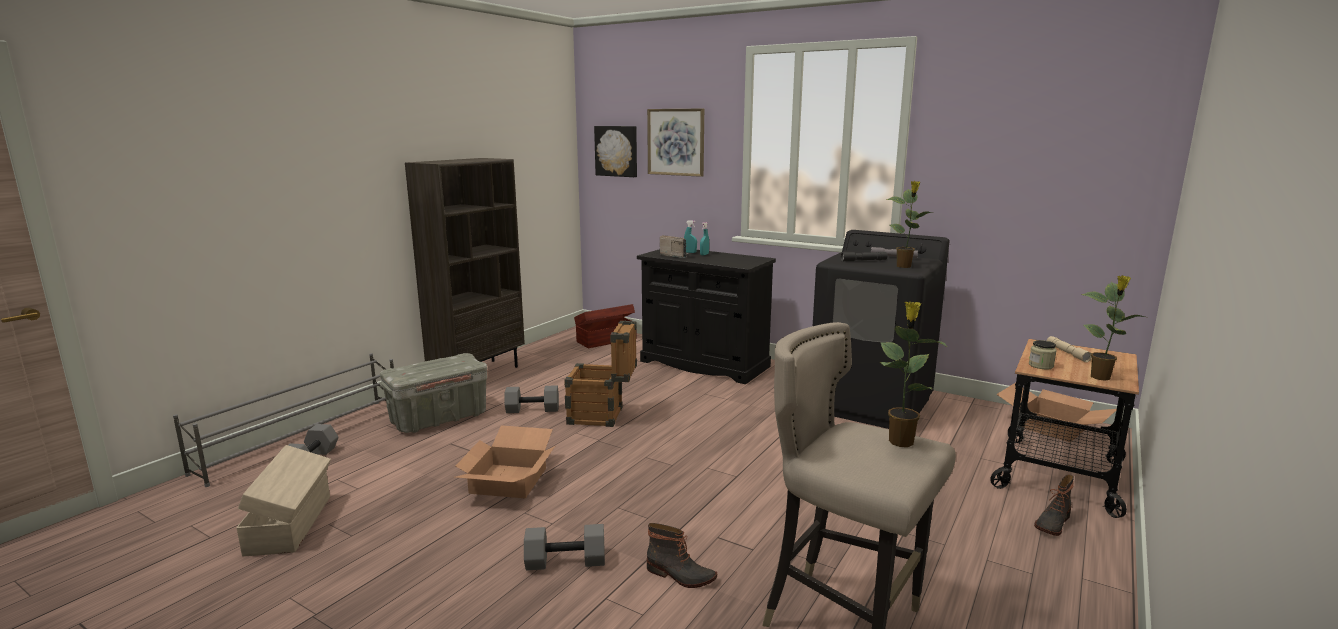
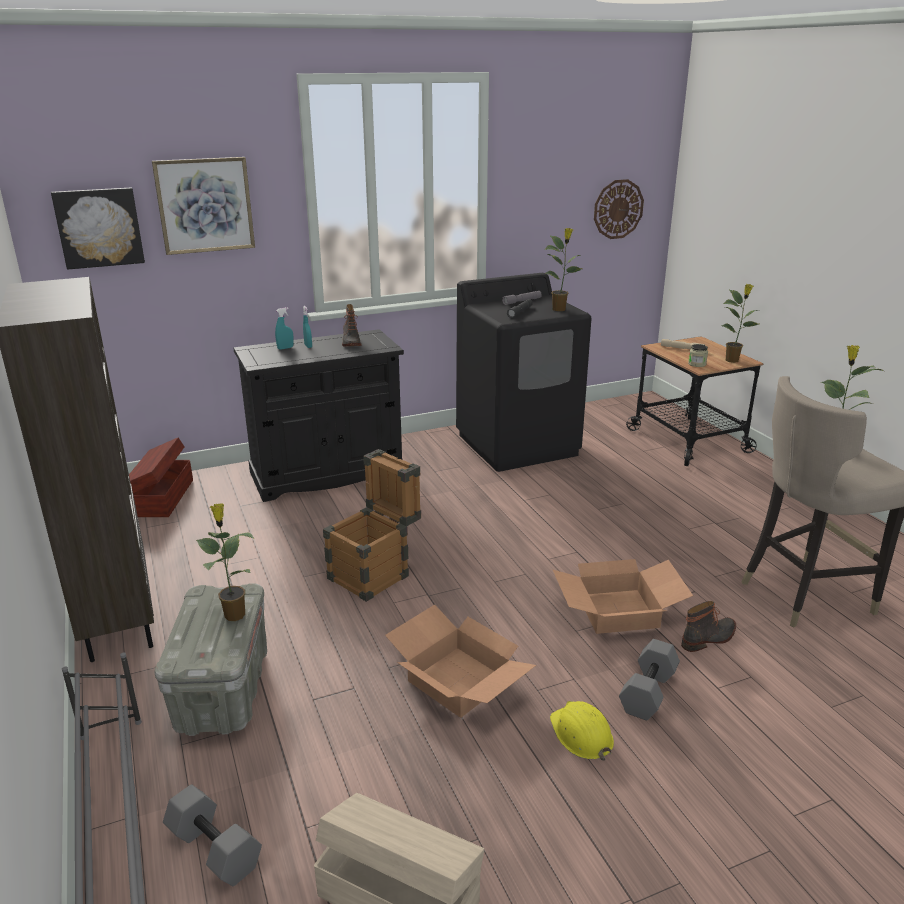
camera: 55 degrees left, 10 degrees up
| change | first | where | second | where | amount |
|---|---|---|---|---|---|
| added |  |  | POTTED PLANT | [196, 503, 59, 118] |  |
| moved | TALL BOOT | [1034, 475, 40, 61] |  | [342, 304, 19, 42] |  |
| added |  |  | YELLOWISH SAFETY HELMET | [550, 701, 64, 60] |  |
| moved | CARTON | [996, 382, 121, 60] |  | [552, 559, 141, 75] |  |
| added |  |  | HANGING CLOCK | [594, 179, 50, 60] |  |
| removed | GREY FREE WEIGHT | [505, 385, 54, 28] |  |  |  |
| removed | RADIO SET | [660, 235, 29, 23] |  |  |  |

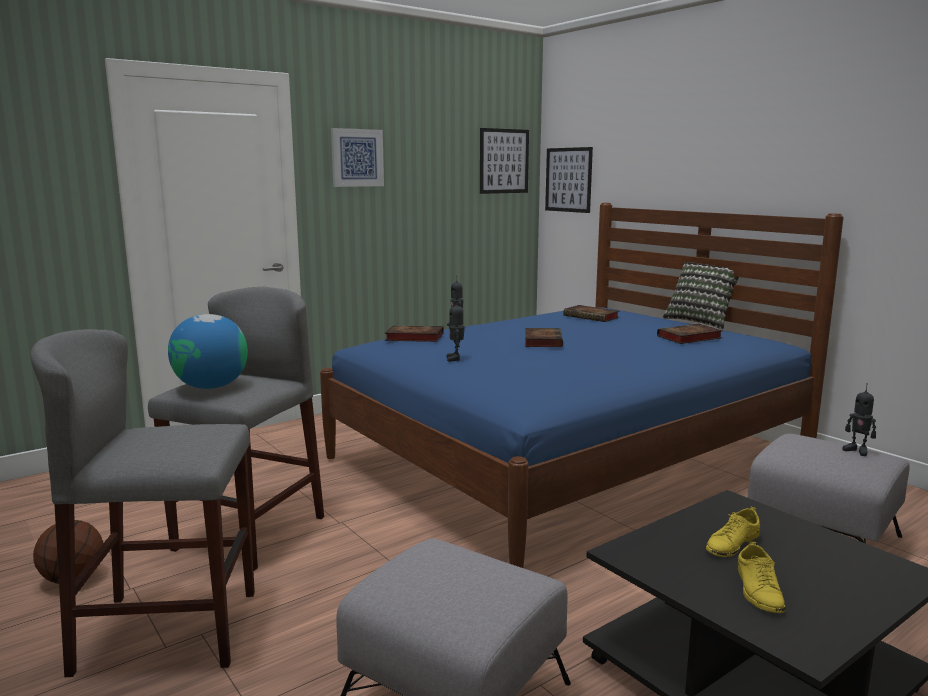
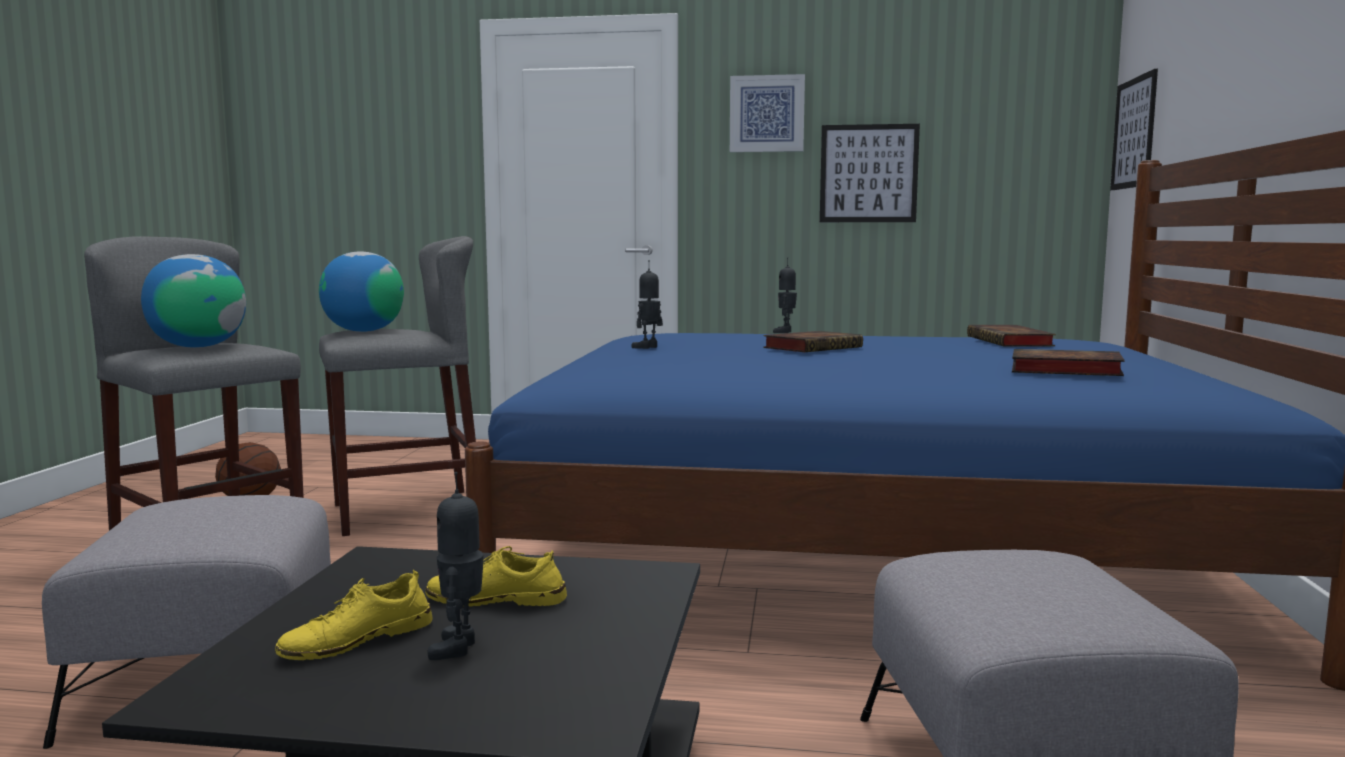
camera: 45 degrees right, 5 degrees down
| change | first | where | second | where | amount |
|---|---|---|---|---|---|
| added |  |  | WORLD GLOBE | [141, 254, 105, 94] |  |
| moved | ROBOT FIGURE | [842, 383, 34, 73] |  | [427, 472, 56, 188] |  |
| moved | PICTURE | [480, 128, 49, 66] |  | [820, 124, 100, 98] |  |
| removed | VOLUME | [385, 325, 59, 17] |  |  |  |
| removed | CUSHION | [663, 262, 76, 68] |  |  |  |

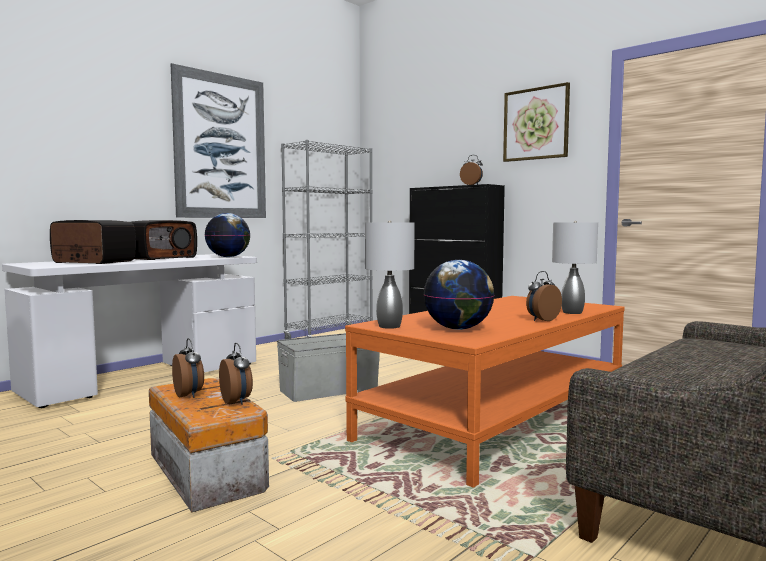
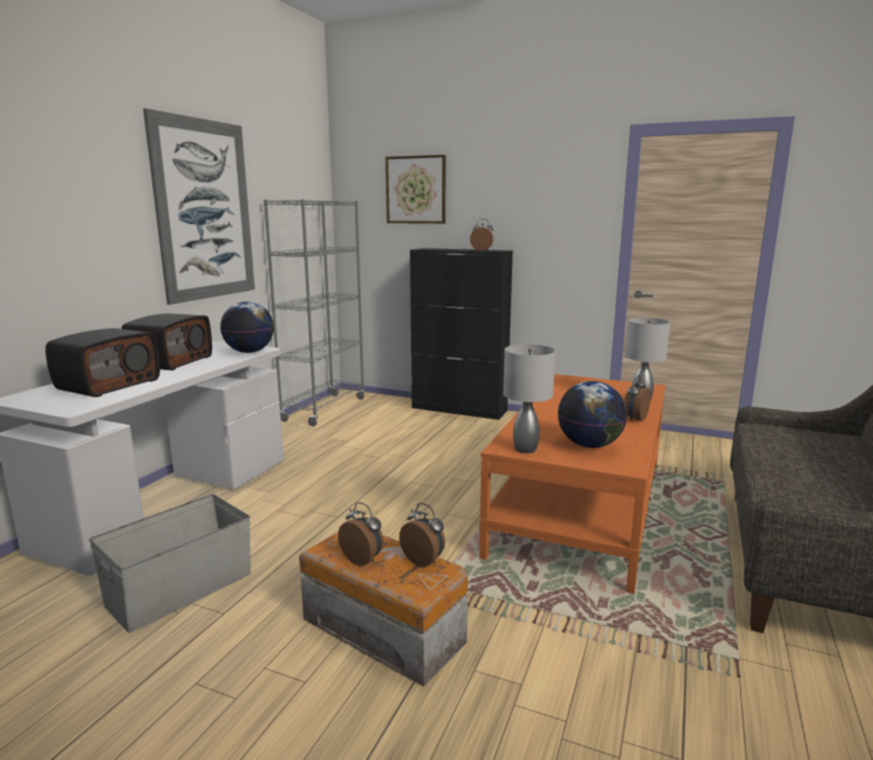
camera: 20 degrees left, 10 degrees up
| change | first | where | second | where | amount |
|---|---|---|---|---|---|
| turned | RADIO SET | [50, 220, 86, 44] |  | [46, 328, 114, 69] | 120 degrees clockwise |
| moved | GREY STORAGE BIN | [277, 333, 103, 69] |  | [89, 494, 162, 139] |  |
| moved | PICTURE | [503, 82, 67, 80] |  | [385, 155, 61, 69] |  |

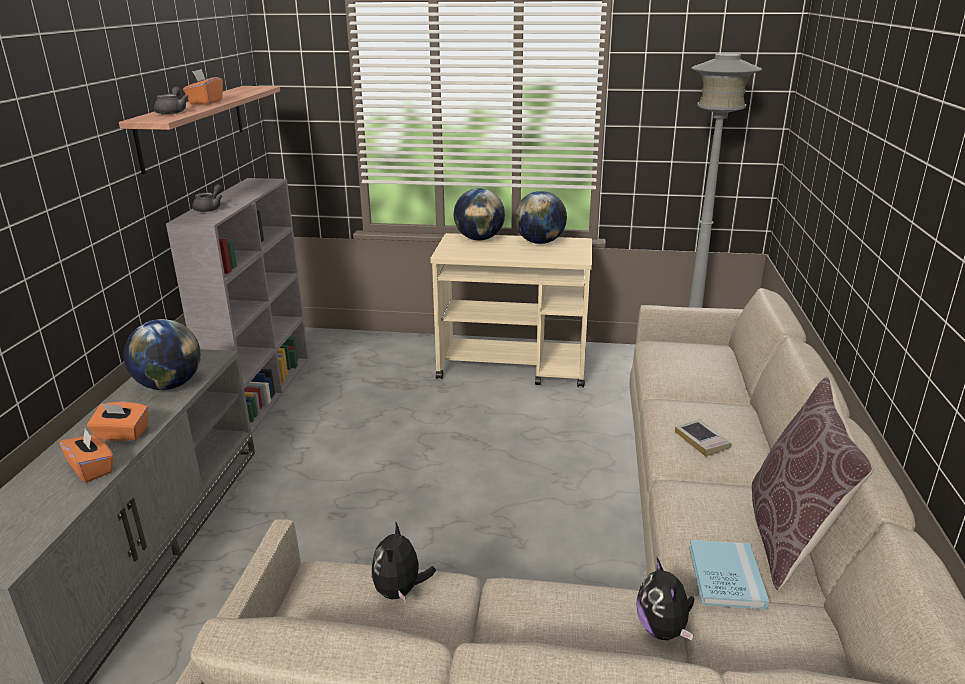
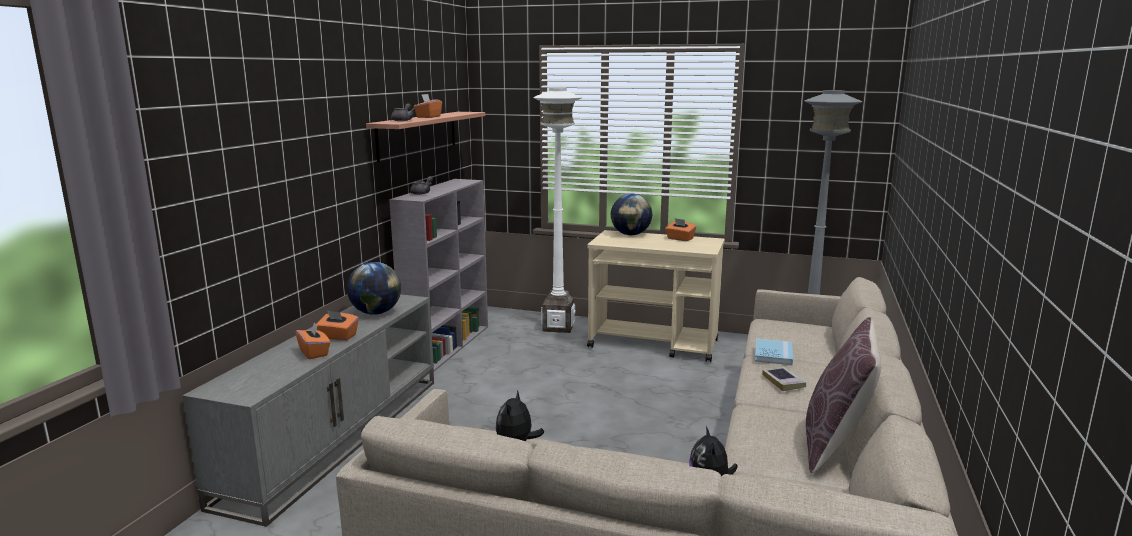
camera: 10 degrees right, 10 degrees down
| change | first | where | second | where | amount |
|---|---|---|---|---|---|
| added |  |  | WHITE-COLOURED FLOOR LAMP | [533, 88, 49, 245] |  |
| replaced | WORLD GLOBE | [515, 191, 52, 53] | ORANGE-COLOURED TISSUE HOLDER | [665, 218, 31, 23] |  |
| moved | BLUE-COLOURED VOLUME | [689, 540, 80, 69] |  | [755, 339, 38, 26] |  |

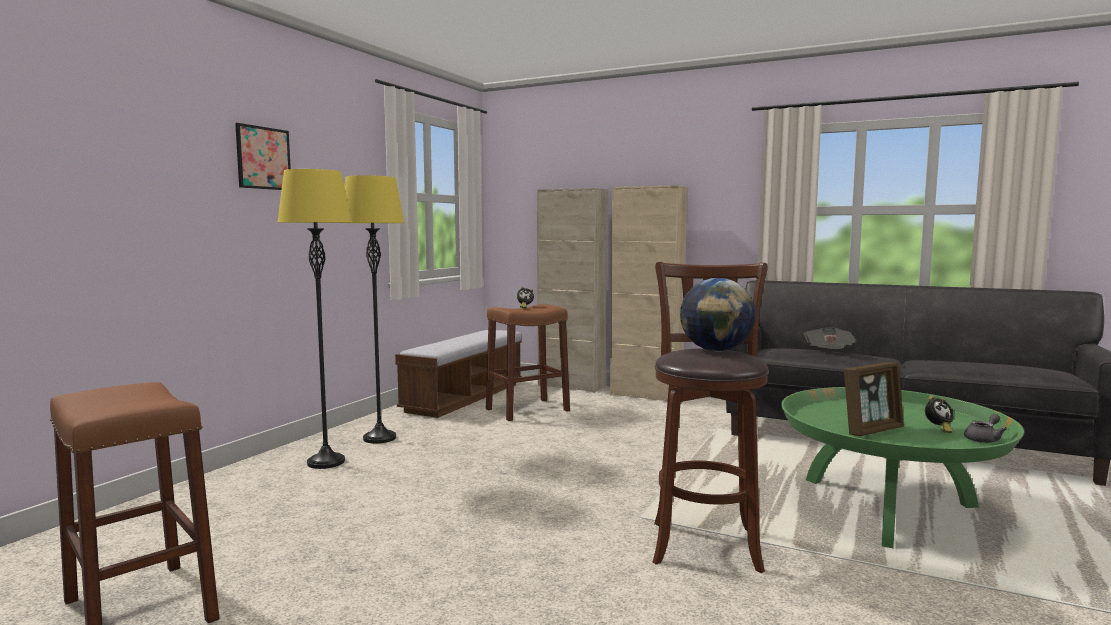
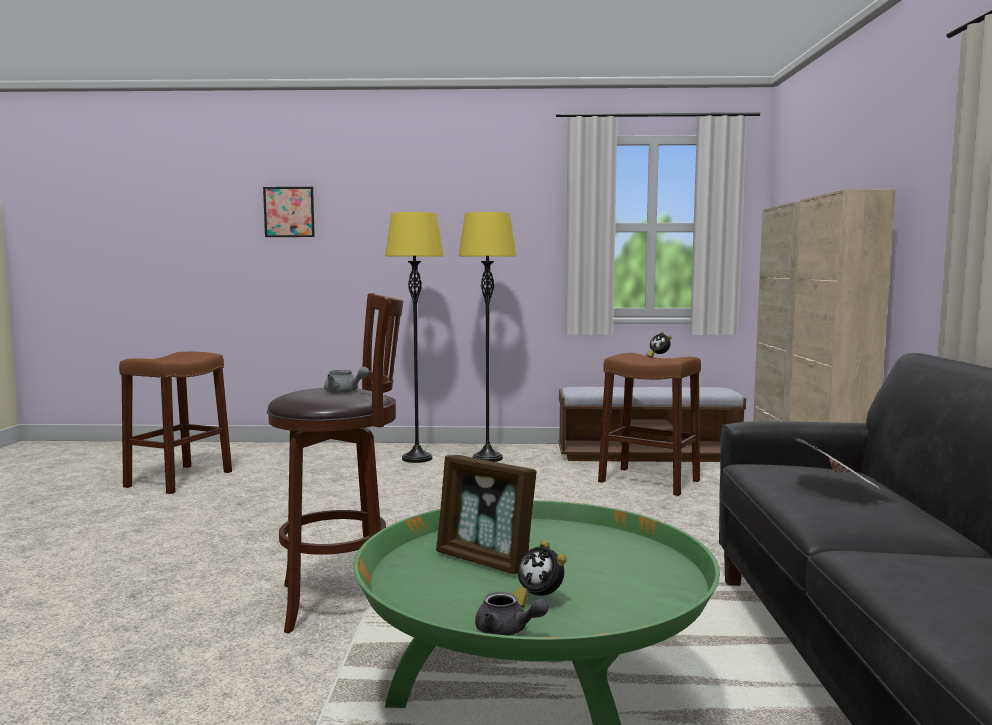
camera: 65 degrees right, 0 degrees up
| change | first | where | second | where | amount |
|---|---|---|---|---|---|
| moved | PICTURE | [235, 123, 56, 67] |  | [263, 187, 52, 50] |  |
| replaced | WORLD GLOBE | [680, 278, 76, 73] | GREY TEA POT | [324, 367, 45, 26] |  |

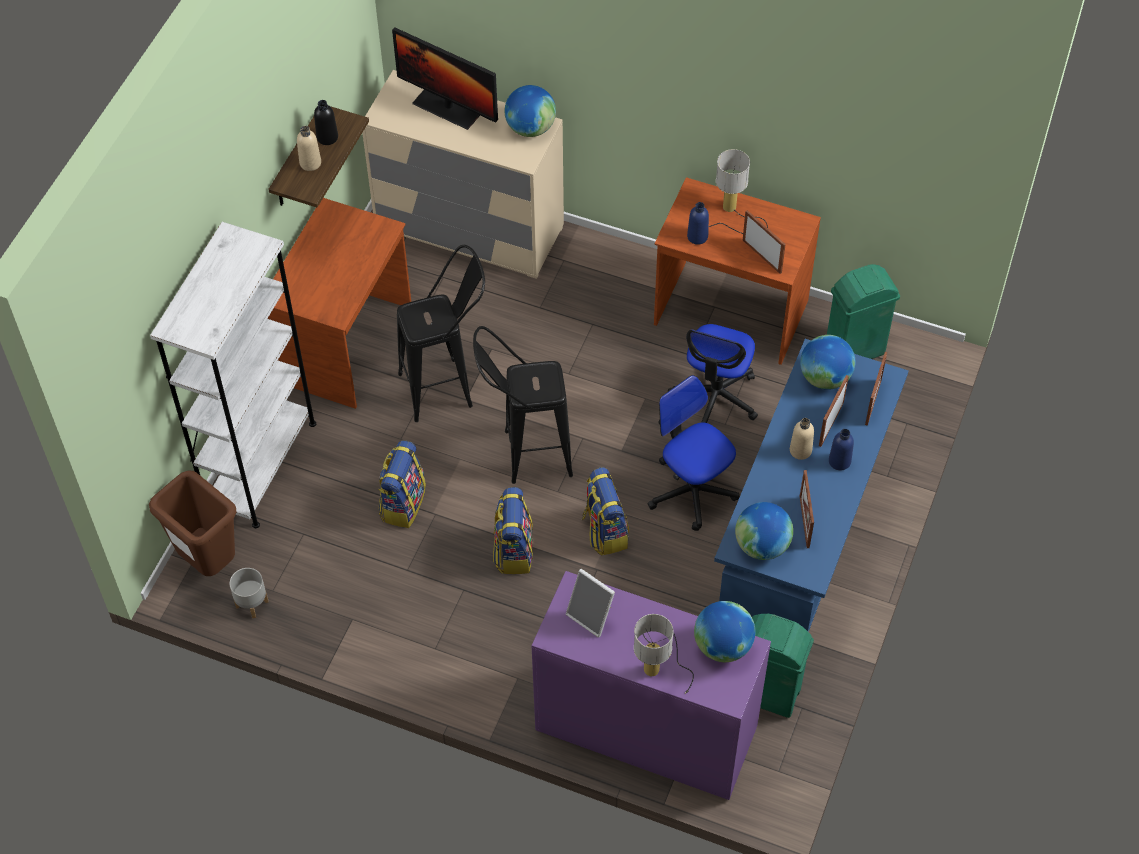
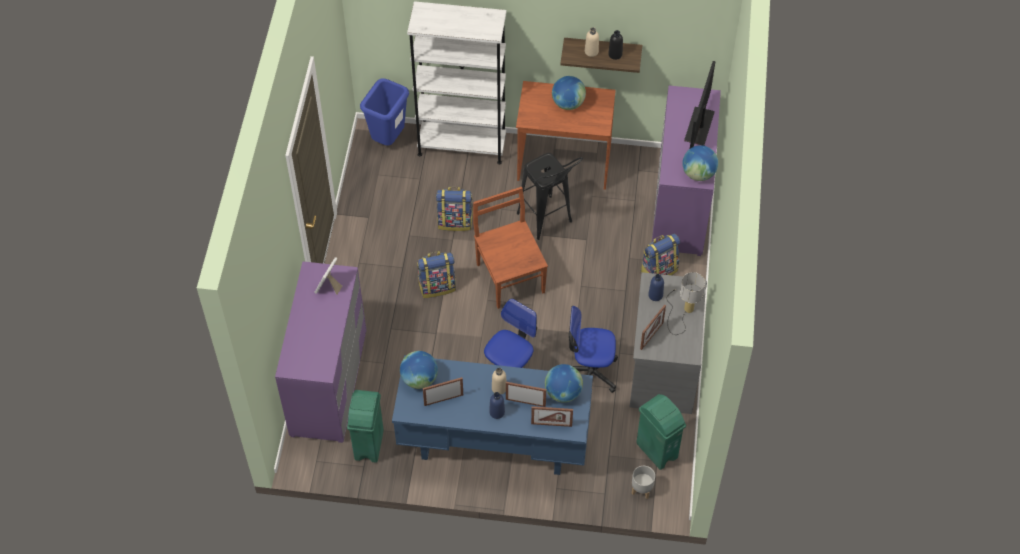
camera: 75 degrees right, 0 degrees up
| change | first | where | second | where | amount |
|---|---|---|---|---|---|
| recoloured | BROWNISH TRASH CAN | [149, 470, 87, 106] | BLUE-COLOURED TRASH CAN | [360, 78, 49, 67] |  |
| replaced | BLACK-COLOURED SITTING STOOL | [473, 326, 100, 158] | BROWNISH UPRIGHT CHAIR | [473, 187, 75, 122] |  |
| moved | WORLD GLOBE | [694, 601, 62, 61] |  | [552, 76, 34, 34] |  |
| recoloured | BROWNISH DESK TABLE | [654, 177, 167, 188] | GREY DESK TABLE | [630, 272, 77, 142] |  |
| moved | GREY PLANTER | [230, 568, 39, 50] |  | [632, 466, 23, 33] |  |
| moved | KNAPSACK | [582, 467, 47, 89] |  | [640, 234, 40, 41] |  |
| recoloured | SAND-COLOURED DRAWER CHEST | [362, 70, 202, 209] | PURPLISH DRAWER CHEST | [652, 86, 69, 170] |  |
| removed | TABLETOP LAMP | [634, 614, 60, 80] |  |  |  |

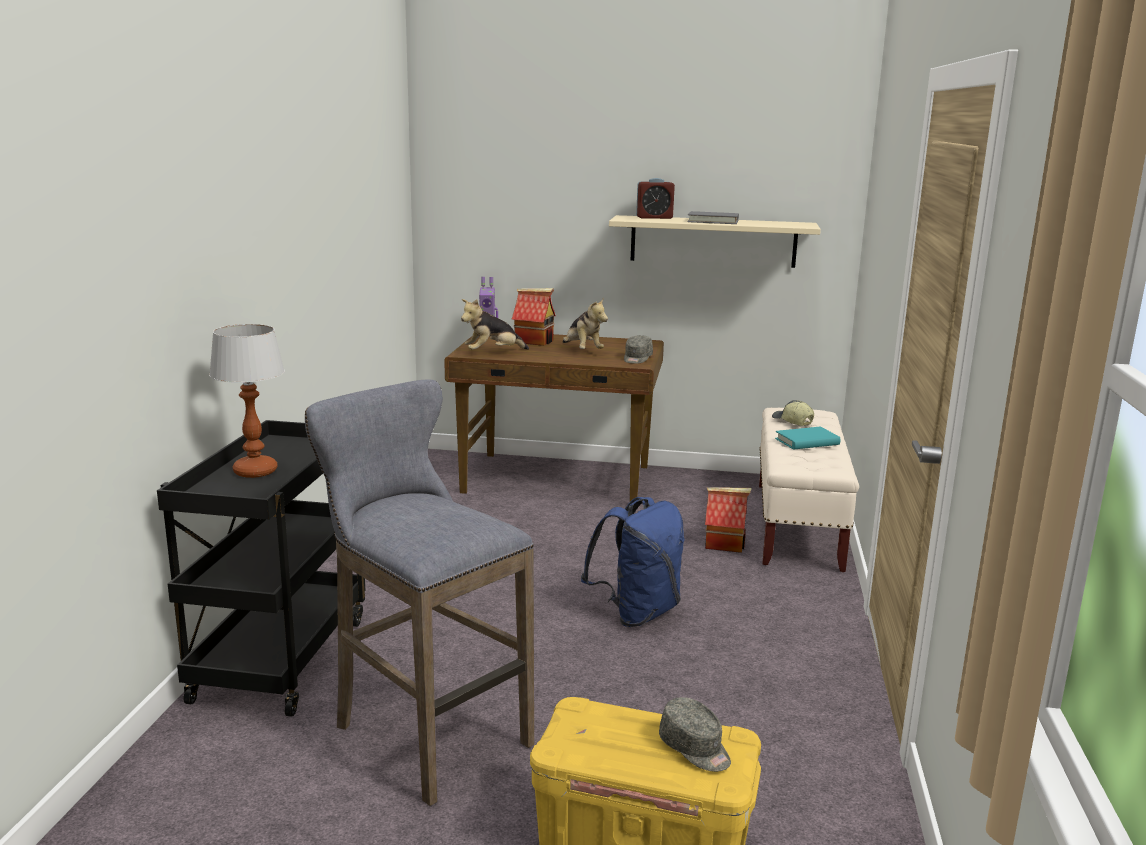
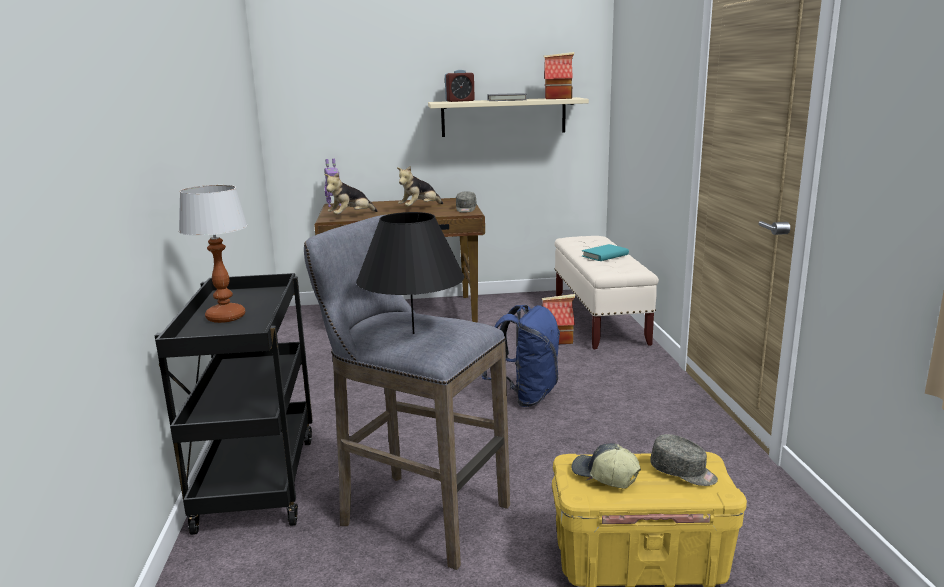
camera: 15 degrees left, 0 degrees up
| change | first | where | second | where | amount |
|---|---|---|---|---|---|
| added |  |  | BLACK-COLOURED TABLETOP LAMP | [356, 212, 108, 122] |  |
| turned | CUDDLY TOY | [563, 297, 45, 52] |  | [397, 166, 46, 41] | 90 degrees clockwise |
| moved | MINIATURE HOUSE | [511, 288, 45, 58] |  | [544, 52, 30, 47] |  |
| moved | PEAKED CAP | [772, 400, 42, 26] |  | [572, 443, 69, 46] |  |

